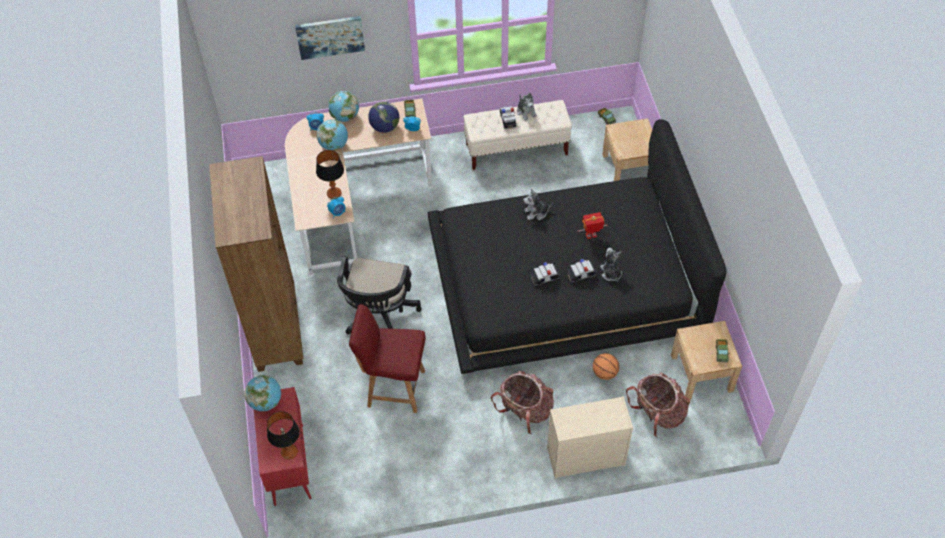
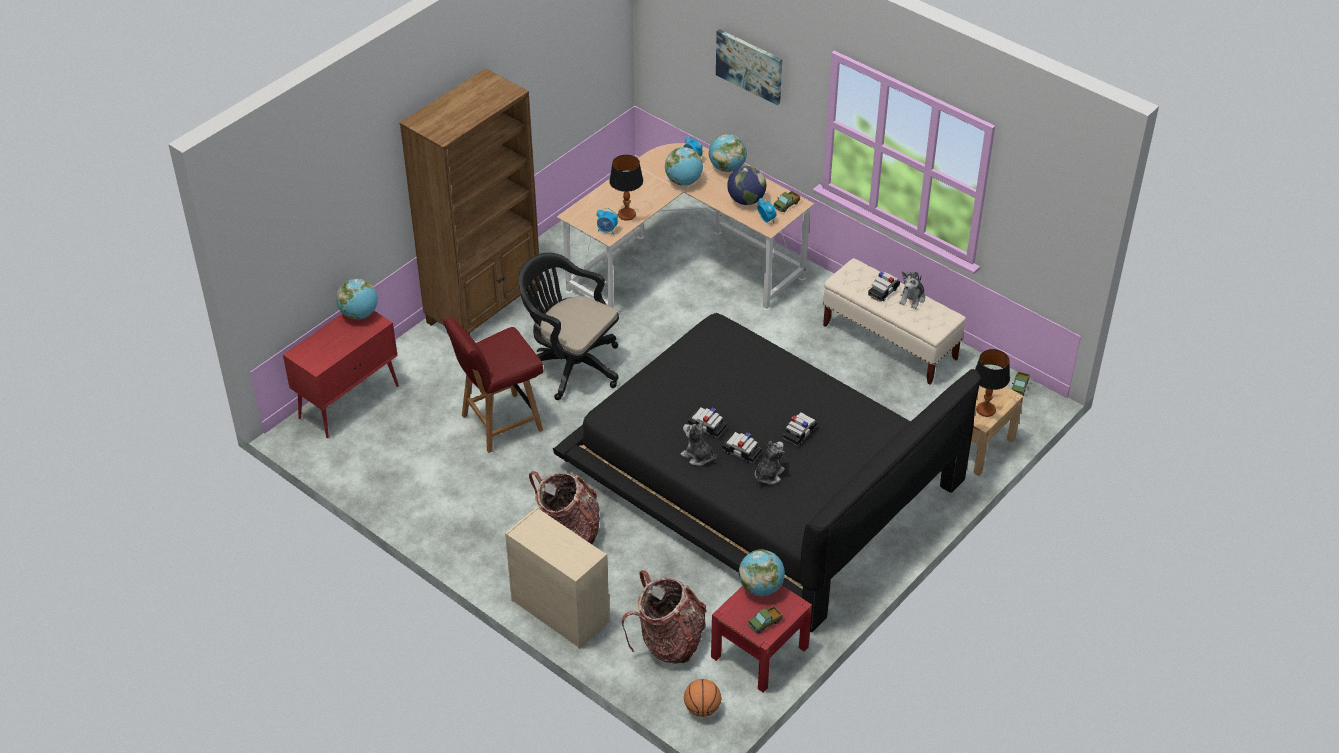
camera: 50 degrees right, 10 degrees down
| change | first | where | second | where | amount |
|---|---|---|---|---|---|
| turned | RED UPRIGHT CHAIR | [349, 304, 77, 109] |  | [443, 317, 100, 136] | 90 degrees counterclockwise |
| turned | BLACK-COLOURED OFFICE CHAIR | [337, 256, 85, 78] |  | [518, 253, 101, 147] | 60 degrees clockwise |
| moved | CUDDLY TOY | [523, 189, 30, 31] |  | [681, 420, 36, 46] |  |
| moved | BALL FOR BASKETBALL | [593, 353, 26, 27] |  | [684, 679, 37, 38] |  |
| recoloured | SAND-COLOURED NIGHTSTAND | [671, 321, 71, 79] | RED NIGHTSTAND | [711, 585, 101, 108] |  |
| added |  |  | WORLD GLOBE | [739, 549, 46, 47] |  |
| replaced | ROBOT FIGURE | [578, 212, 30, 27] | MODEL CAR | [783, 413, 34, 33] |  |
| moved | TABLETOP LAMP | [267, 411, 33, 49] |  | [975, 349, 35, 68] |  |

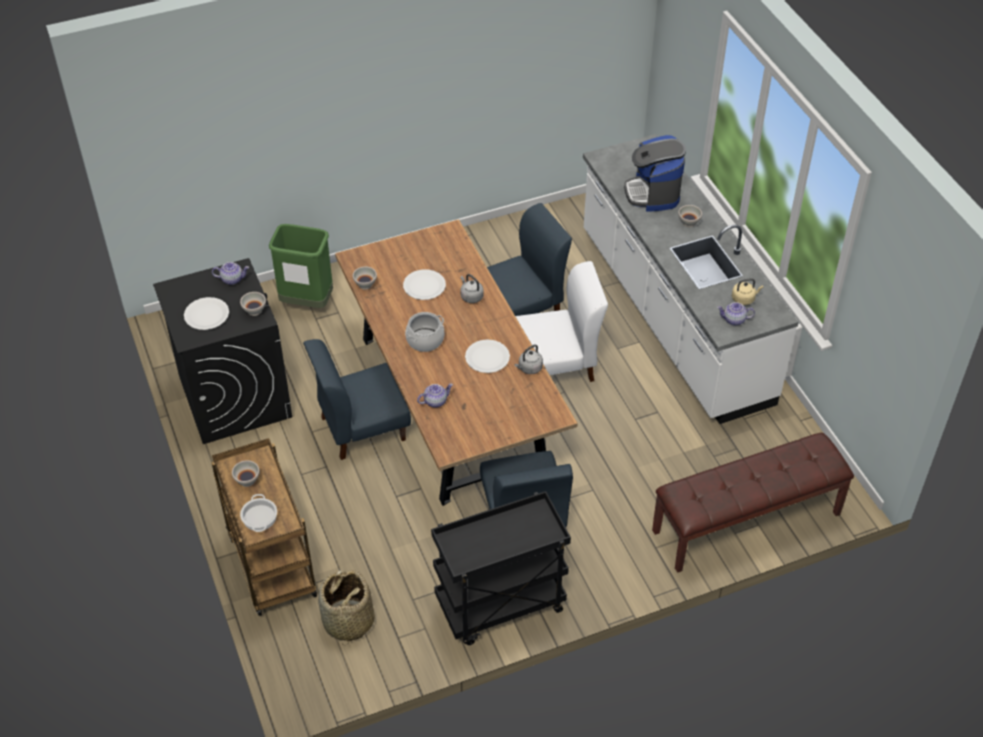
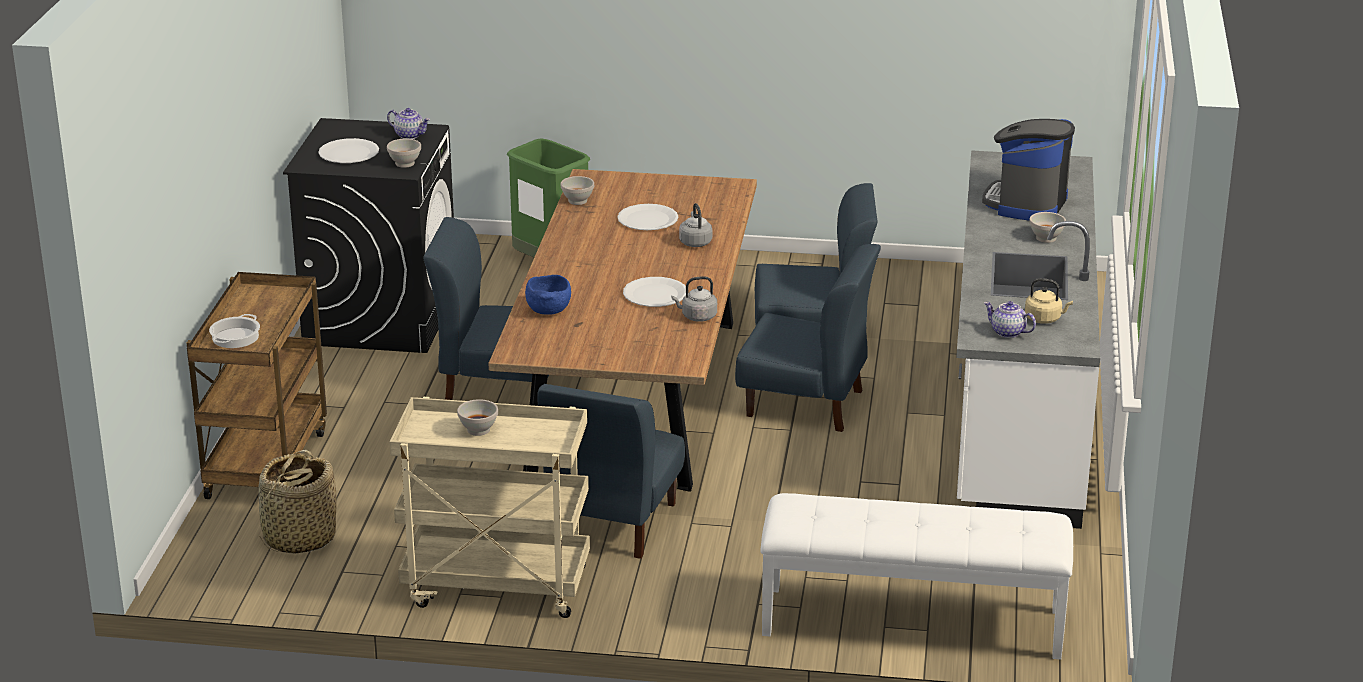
camera: 30 degrees right, 20 degrees down
| change | first | where | second | where | amount |
|---|---|---|---|---|---|
| recoloured | BLACK-COLOURED CART | [431, 491, 140, 154] | SAND-COLOURED CART | [390, 397, 200, 221] |  |
| moved | WHITE-COLOURED SERVING BOWL | [232, 460, 28, 27] |  | [457, 399, 41, 37] |  |
| replaced | TEA POT | [417, 383, 36, 25] | BLUE-COLOURED SERVING BOWL | [525, 275, 46, 40] |  |
| recoloured | WHITE-COLOURED UPRIGHT CHAIR | [516, 261, 92, 121] | BLUE-COLOURED UPRIGHT CHAIR | [735, 244, 146, 188] |  |
| recoloured | BROWNISH LONG SEAT | [652, 433, 202, 140] | WHITE-COLOURED LONG SEAT | [760, 493, 313, 167] |  |
| removed | SAUCEPOT | [405, 312, 40, 40] |  |  |  |

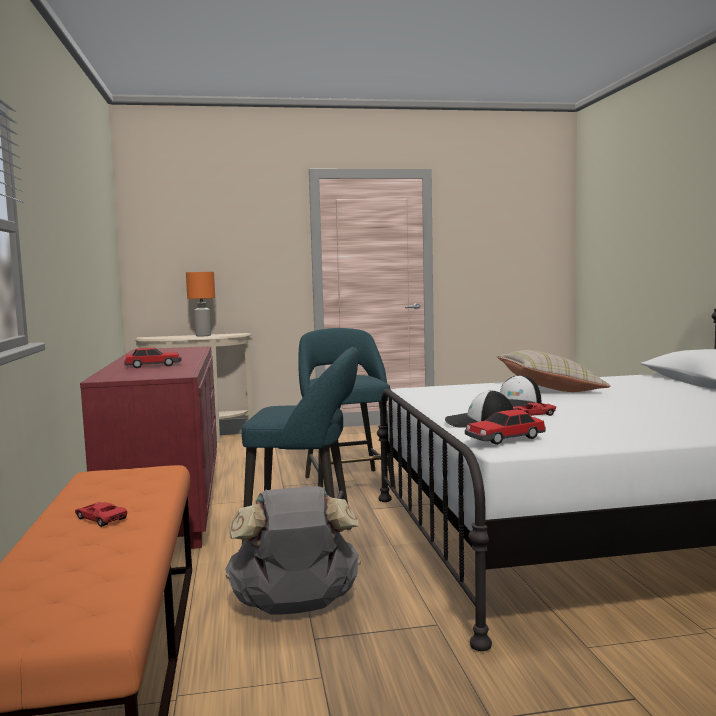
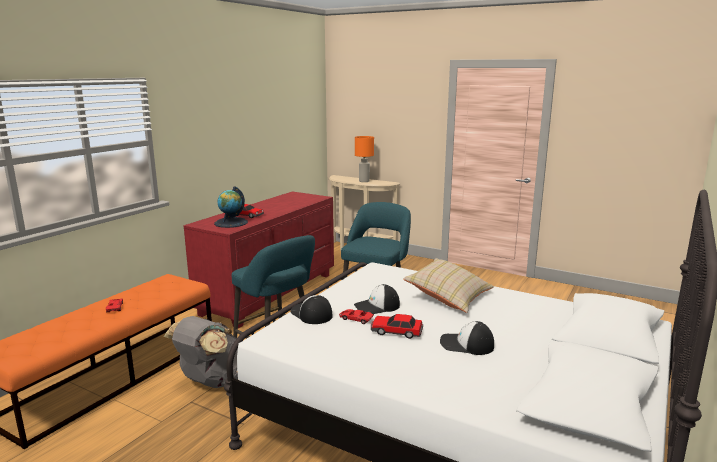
camera: 40 degrees right, 10 degrees up
| change | first | where | second | where | amount |
|---|---|---|---|---|---|
| added |  |  | WORLD GLOBE | [214, 186, 34, 42] |  |
| moved | MODEL CAR | [465, 410, 80, 35] |  | [371, 314, 52, 25] |  |
| added |  |  | PEAKED CAP | [440, 321, 54, 34] |  |

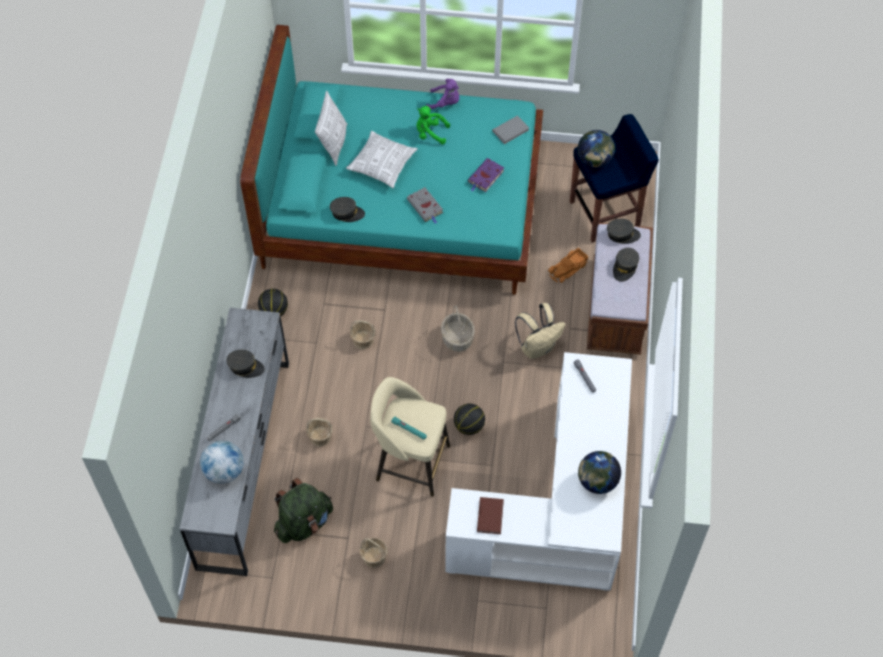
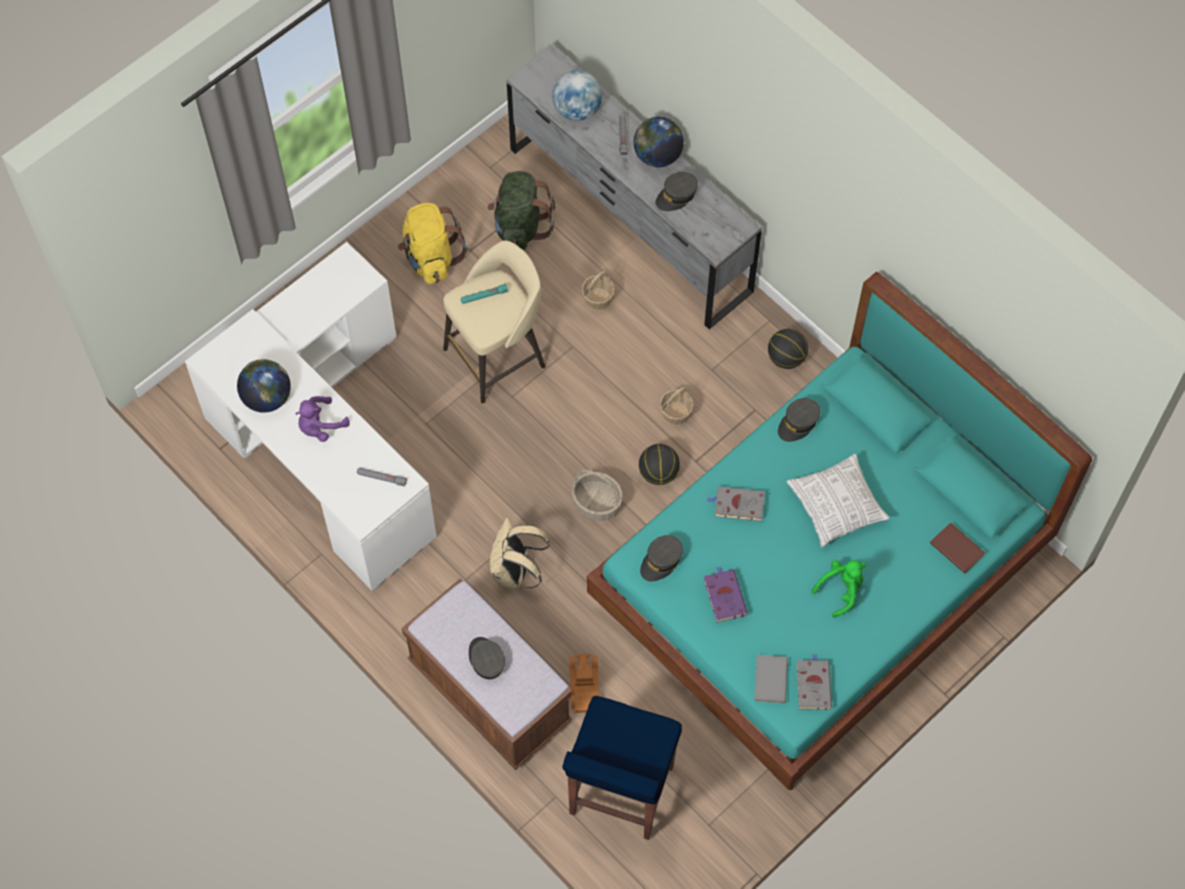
camera: 130 degrees right, 5 degrees up
| change | first | where | second | where | amount |
|---|---|---|---|---|---|
| moved | PURPLISH CUDDLY TOY | [426, 79, 33, 30] |  | [295, 396, 55, 46] |  |
| replaced | BASKET | [360, 538, 27, 30] | YELLOWISH KNAPSACK | [398, 203, 69, 81] |  |
| moved | WORLD GLOBE | [578, 130, 37, 37] |  | [634, 117, 50, 50] |  |
| moved | BALL FOR BASKETBALL | [454, 403, 31, 32] |  | [639, 444, 41, 41] |  |
| moved | GREY PEAKED CAP | [607, 219, 34, 25] |  | [640, 535, 43, 46] |  |
| added |  |  | GREY VOLUME | [797, 654, 35, 56] |  |
| moved | BROWNISH VOLUME | [477, 497, 27, 37] |  | [930, 522, 55, 51] |  |
| removed | CUSHION | [315, 91, 32, 75] |  |  |  |

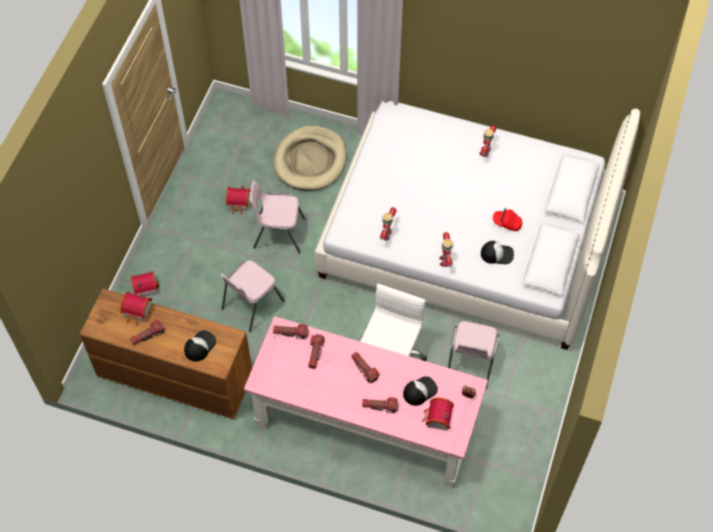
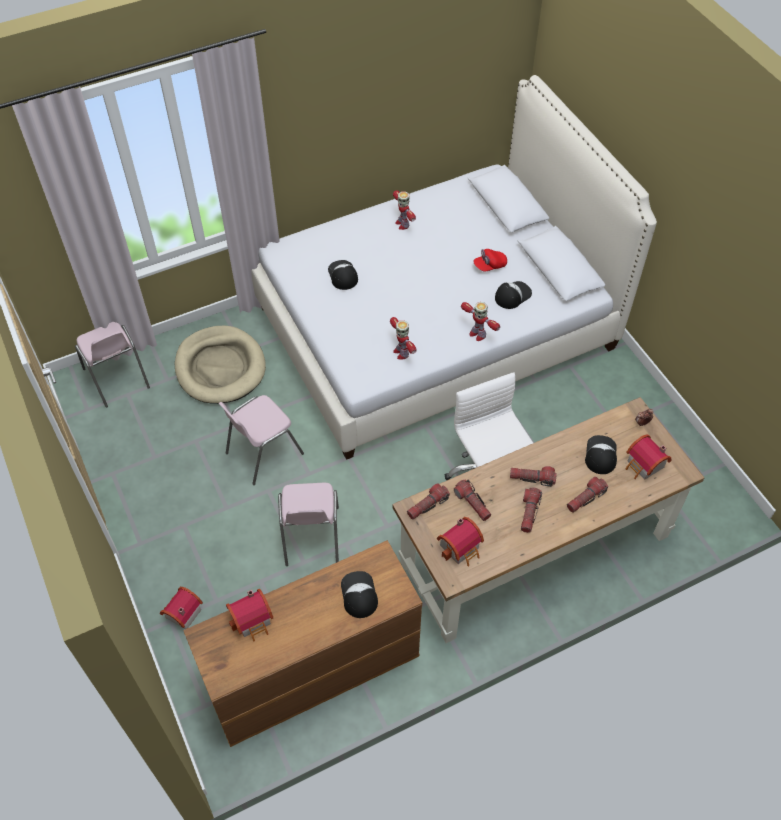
camera: 45 degrees left, 5 degrees down
| change | first | where | second | where | amount |
|---|---|---|---|---|---|
| moved | PINK-COLOURED UPRIGHT CHAIR | [448, 321, 51, 68] |  | [75, 322, 75, 85] |  |
| added |  |  | PEAKED CAP | [328, 260, 30, 30] |  |
| recoloured | PINK-COLOURED DESK TABLE | [244, 316, 244, 172] | BROWNISH DESK TABLE | [392, 397, 312, 246] |  |
| moved | MINIATURE HOUSE | [226, 185, 25, 30] |  | [437, 517, 47, 49] |  |
| moved | FLASHLIGHT | [130, 320, 35, 25] |  | [521, 487, 21, 46] |  |

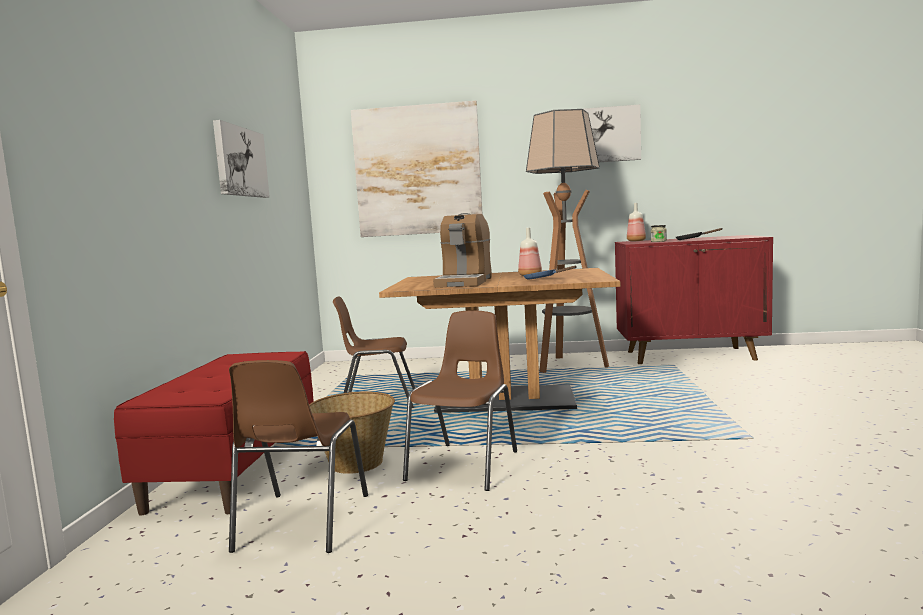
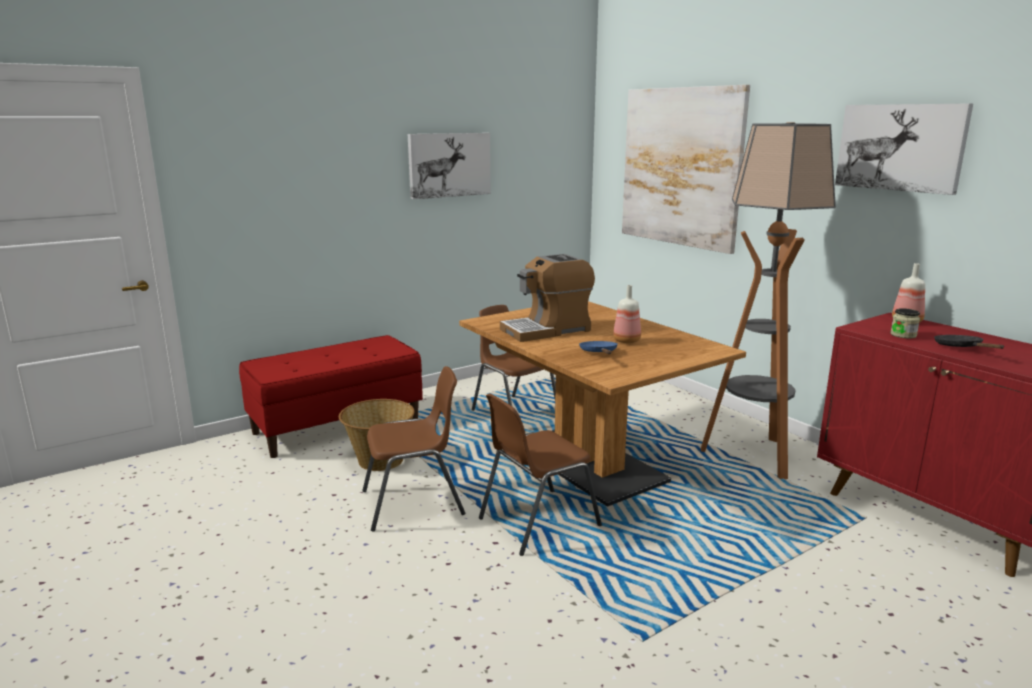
camera: 50 degrees right, 10 degrees up
| change | first | where | second | where | amount |
|---|---|---|---|---|---|
| moved | BROWNISH UPRIGHT CHAIR | [229, 360, 139, 193] |  | [479, 393, 123, 163] |  |

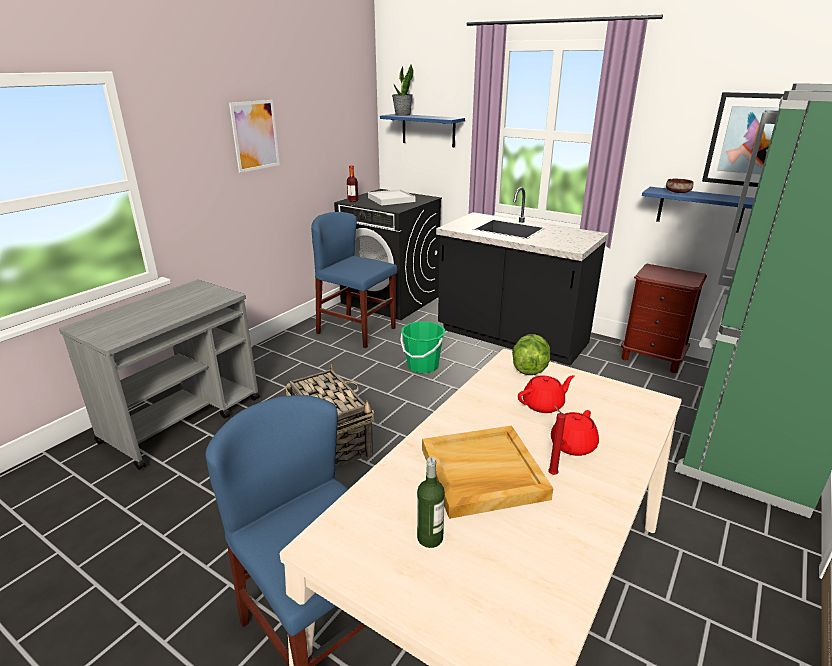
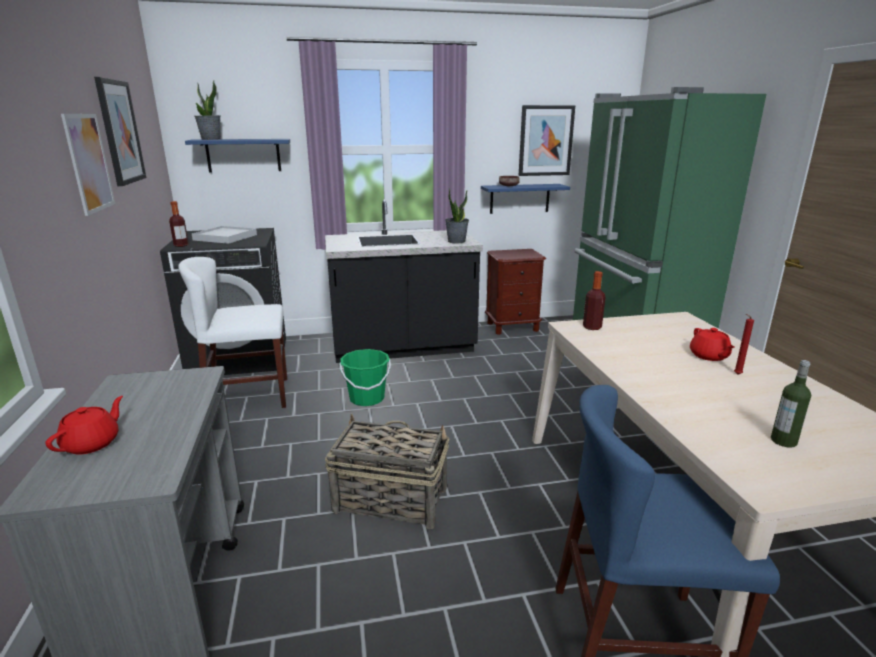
camera: 45 degrees left, 5 degrees down
| change | first | where | second | where | amount |
|---|---|---|---|---|---|
| moved | RED TEA POT | [518, 375, 57, 38] |  | [45, 396, 78, 58] |  |
| added |  |  | PICTURE | [94, 77, 52, 109] |  |
| recoloured | BLUE-COLOURED UPRIGHT CHAIR | [311, 212, 86, 136] | WHITE-COLOURED UPRIGHT CHAIR | [178, 257, 109, 151] |  |
| added |  |  | POTTED PLANT | [445, 188, 24, 55] |  |
| replaced | LETTUCE | [512, 334, 38, 41] | BOTTLE | [583, 271, 23, 59] |  |
| removed | SAND-COLOURED TRAY | [422, 426, 131, 93] |  |  |  |

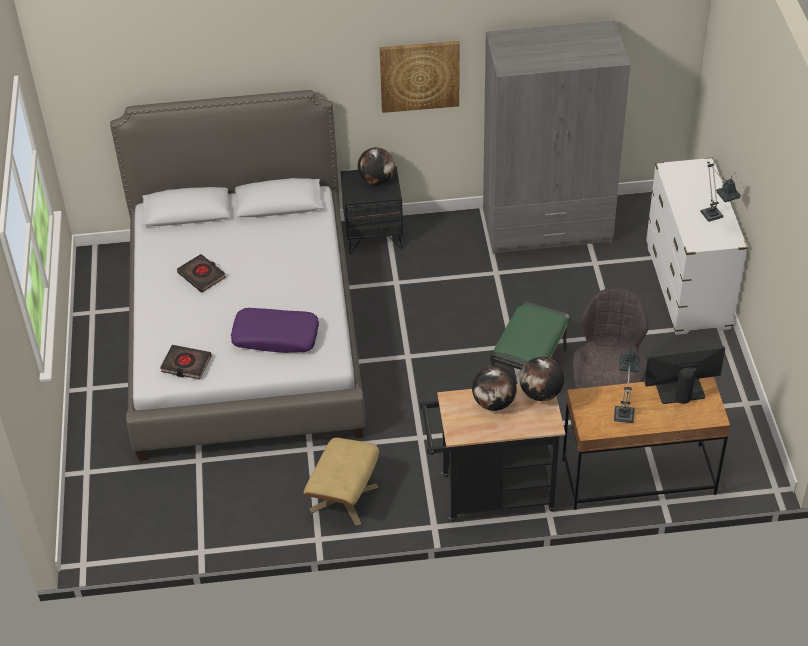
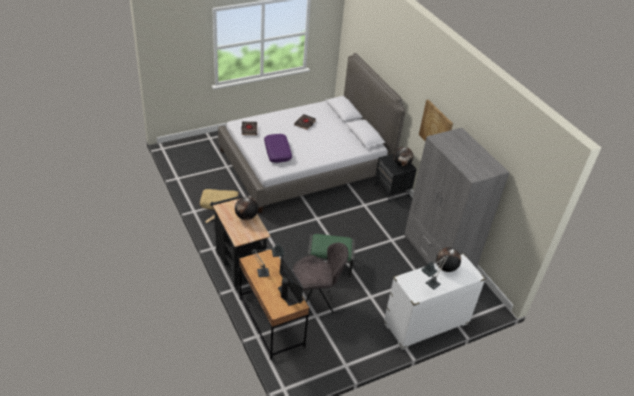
camera: 65 degrees right, 5 degrees down
| change | first | where | second | where | amount |
|---|---|---|---|---|---|
| moved | WORLD GLOBE | [520, 357, 44, 44] |  | [436, 247, 25, 25] |  |

